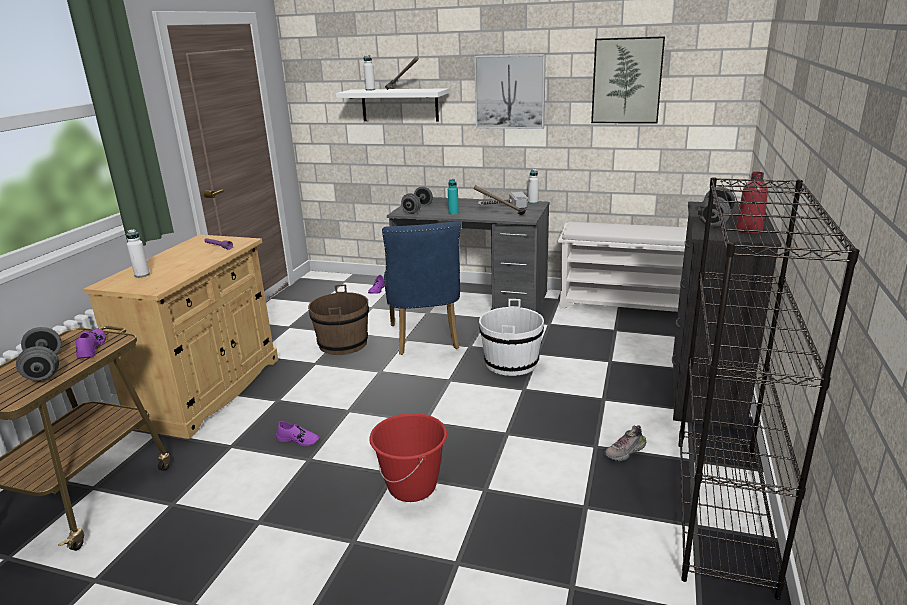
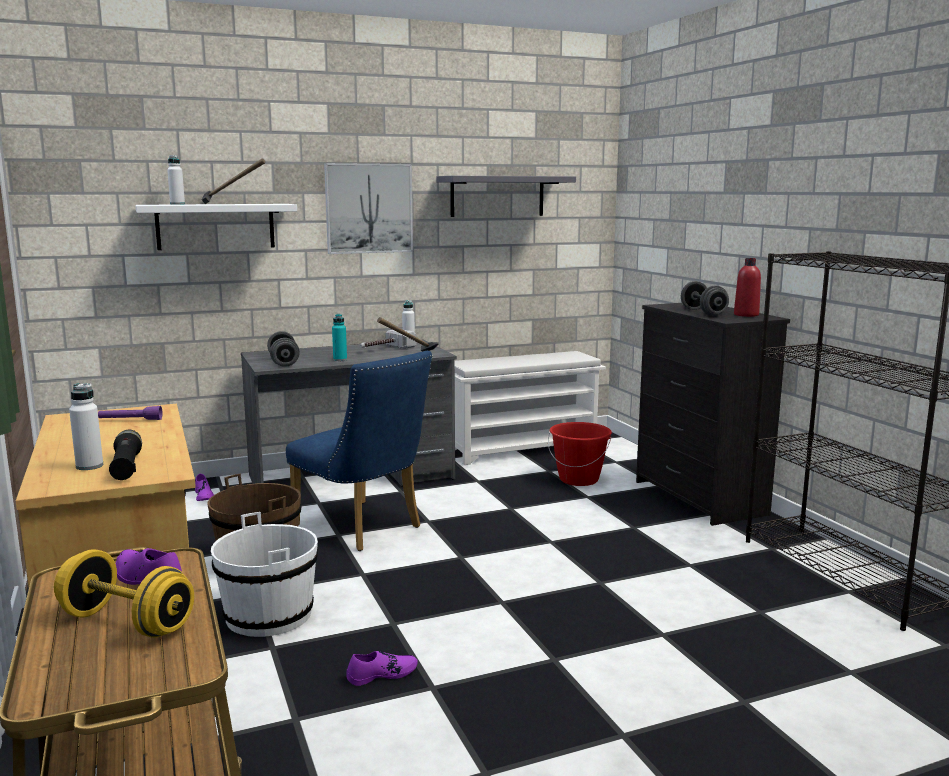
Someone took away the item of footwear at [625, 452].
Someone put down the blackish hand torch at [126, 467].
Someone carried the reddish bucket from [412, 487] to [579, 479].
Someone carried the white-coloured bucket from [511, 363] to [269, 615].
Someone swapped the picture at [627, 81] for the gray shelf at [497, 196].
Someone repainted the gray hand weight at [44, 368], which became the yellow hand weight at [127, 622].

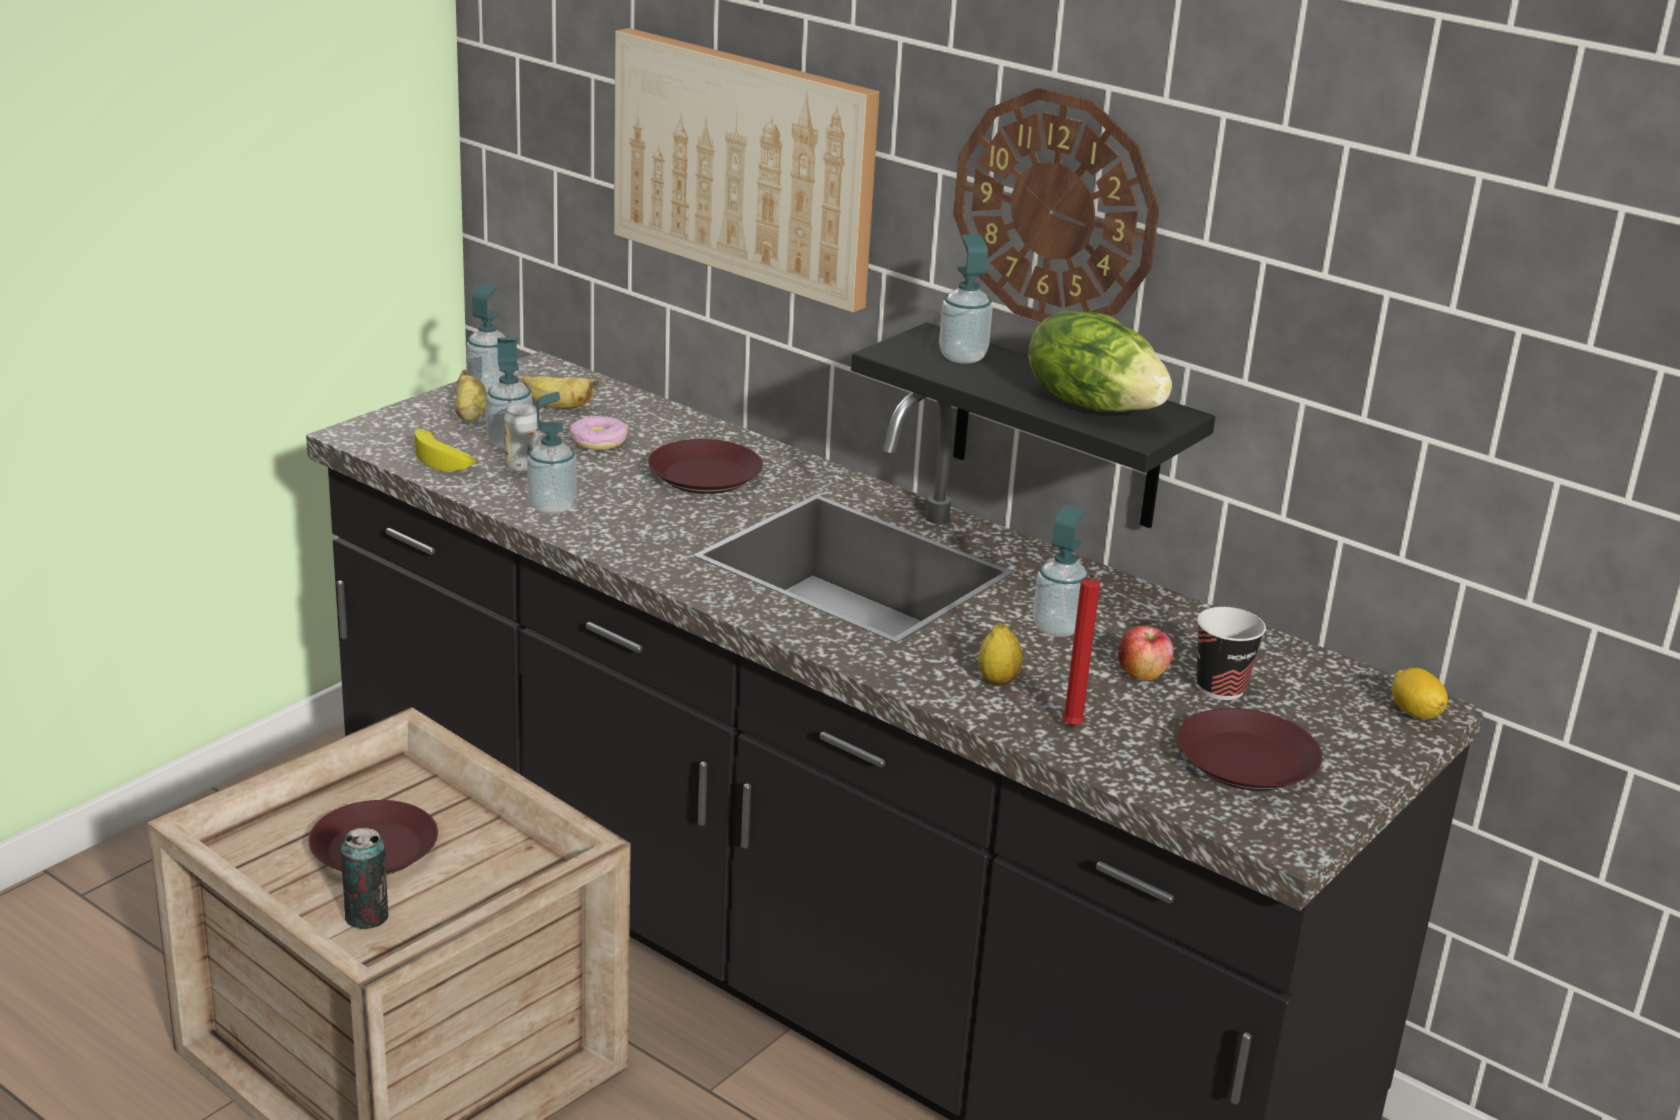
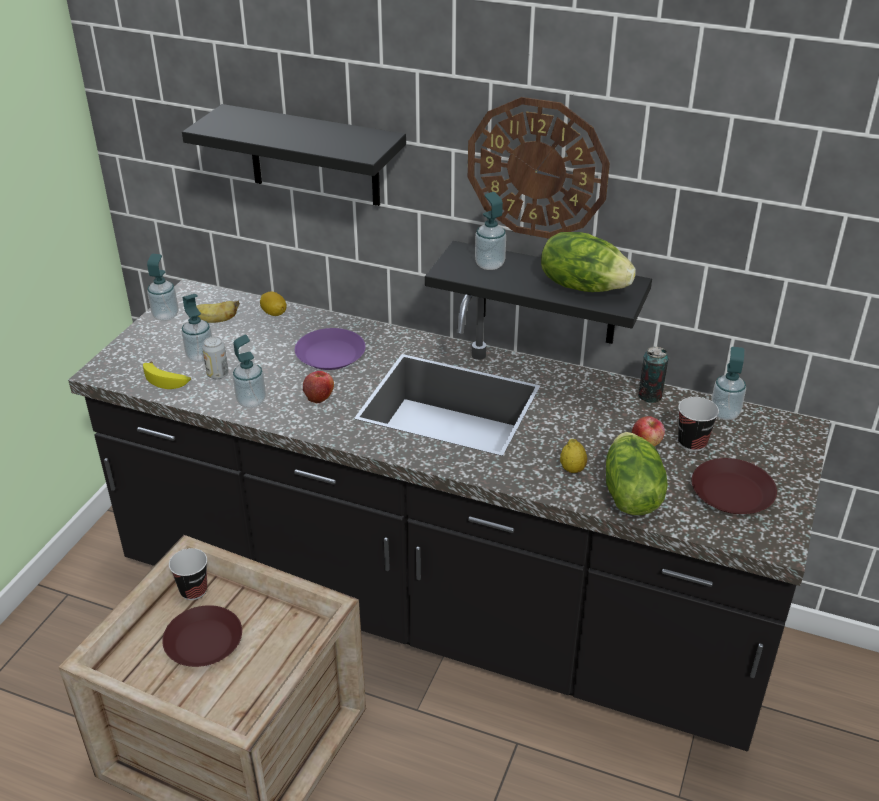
Someone took away the whole banana at [469, 416].
Someone took away the donut at [599, 442].
Someone put down the drinking cup at [193, 590].
Someone put down the whole apple at [319, 396].
Someone carried the sealed can from [366, 917] to [650, 396].
Someone carried the soap bottle from [1057, 628] to [724, 413].
Someone carried the citrus fruit from [1414, 713] to [274, 313].
Someone swapped the picture at [745, 165] for the blackish shelf at [314, 156].
Someone swapped the reddish wax candle at [1071, 729] for the lettuce head at [629, 494].
Someone repainted the brown flat dish at [706, 476], which became the purplish flat dish at [331, 355].

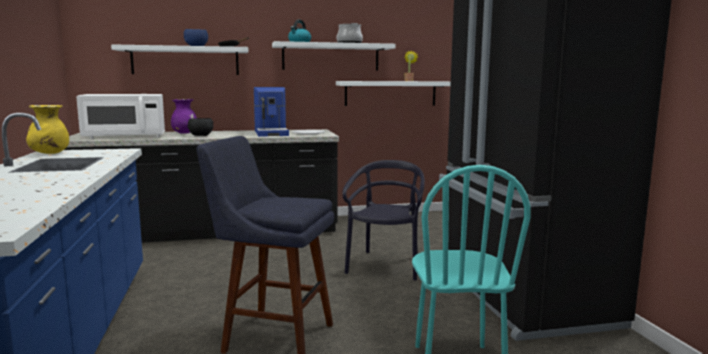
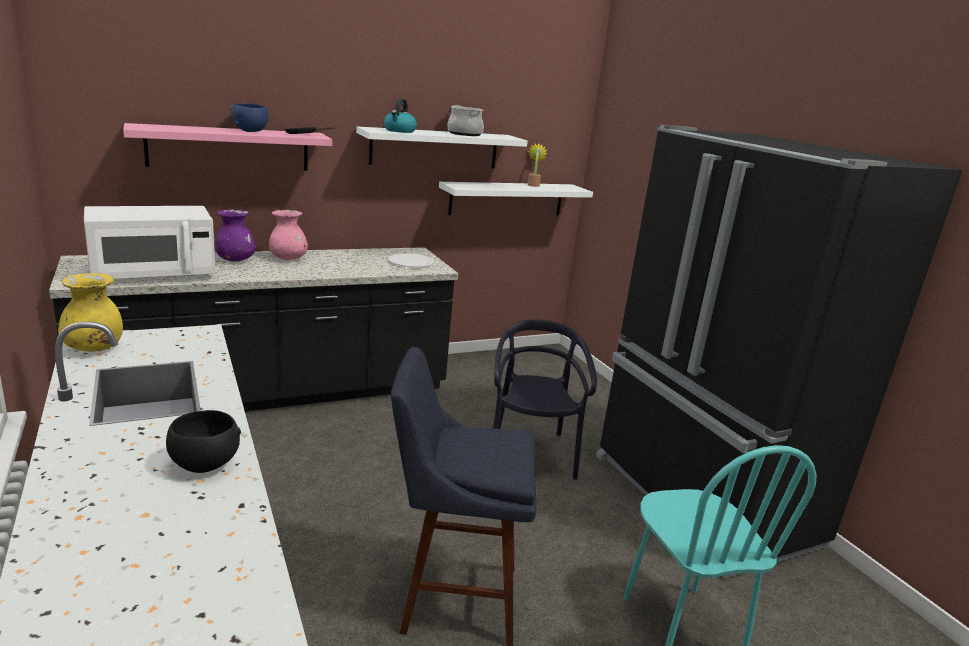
Someone took away the coffee brewer at [272, 133].
Someone put down the pink-coloured decorative vase at [288, 259].
Someone carried the blackish bowl from [200, 136] to [203, 464].
Someone repainted the white-coloured shelf at [185, 61], which became the pink-coloured shelf at [229, 148].

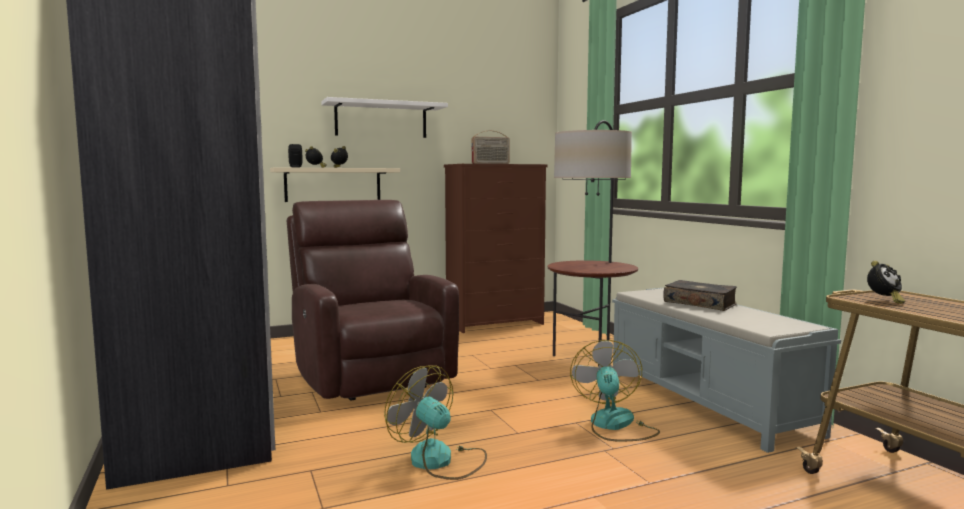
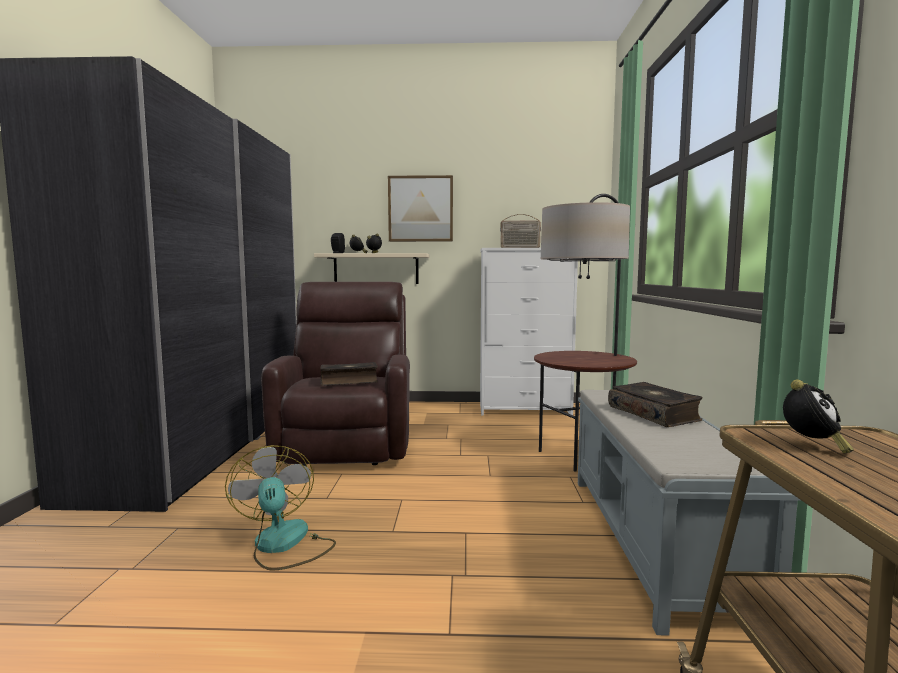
Someone took away the electric fan at [614, 425].
Someone put down the book at [349, 381].
Someone swapped the white-coloured shelf at [381, 120] for the picture at [420, 209].
Someone repainted the brown drawer chest at [496, 323], which became the white-coloured drawer chest at [525, 409].
Someone rotated the bedside clock at [884, 301] by 45 degrees counterclockwise.

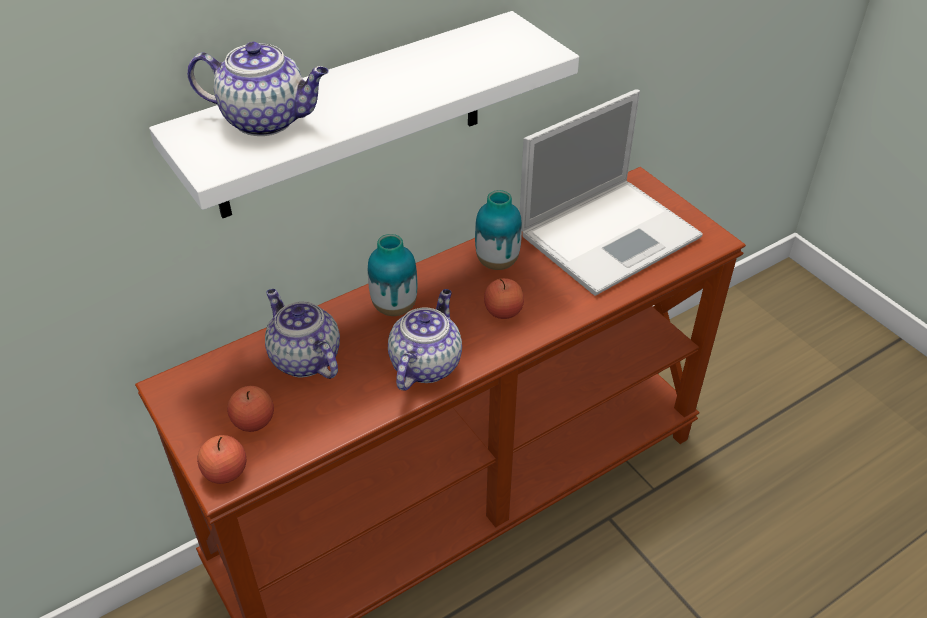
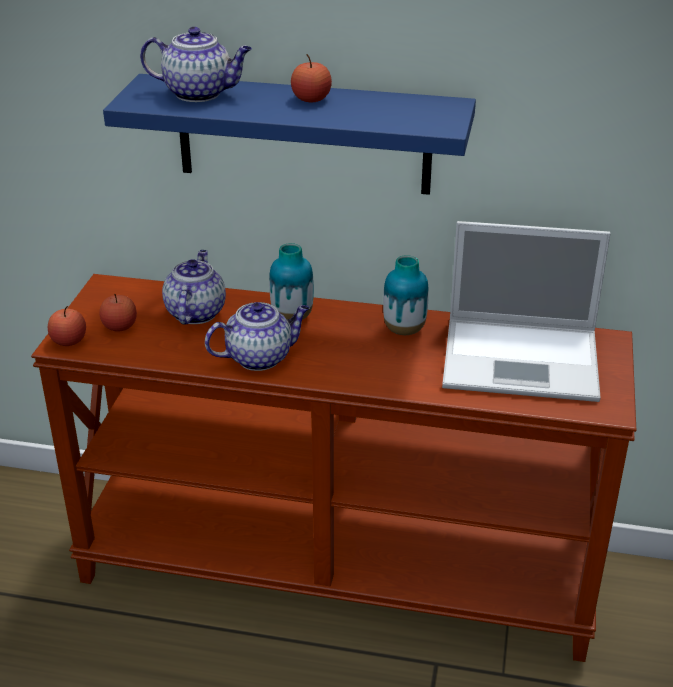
Someone carried the whole apple from [503, 311] to [311, 99].
Someone repainted the white-coloured shelf at [351, 117], which became the blue shelf at [303, 134].
Someone rotated the tea pot at [267, 120] by 45 degrees counterclockwise.

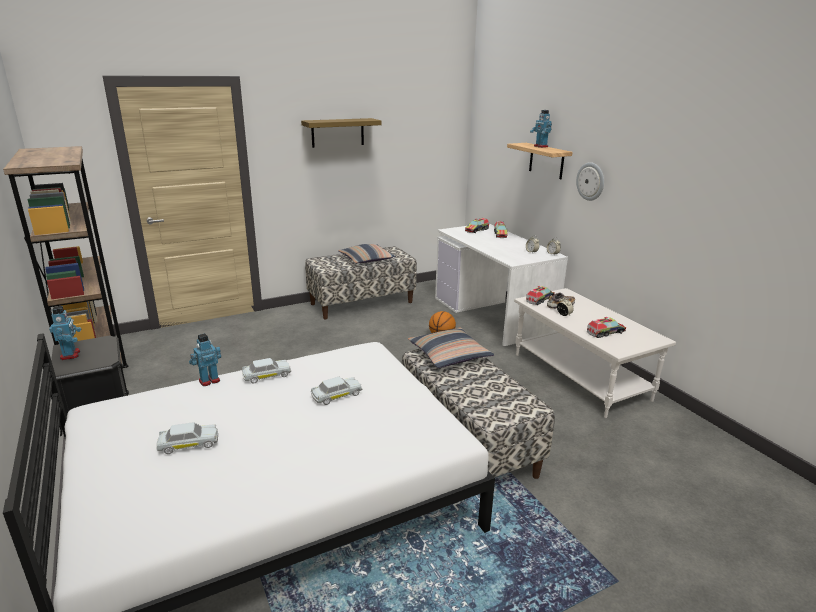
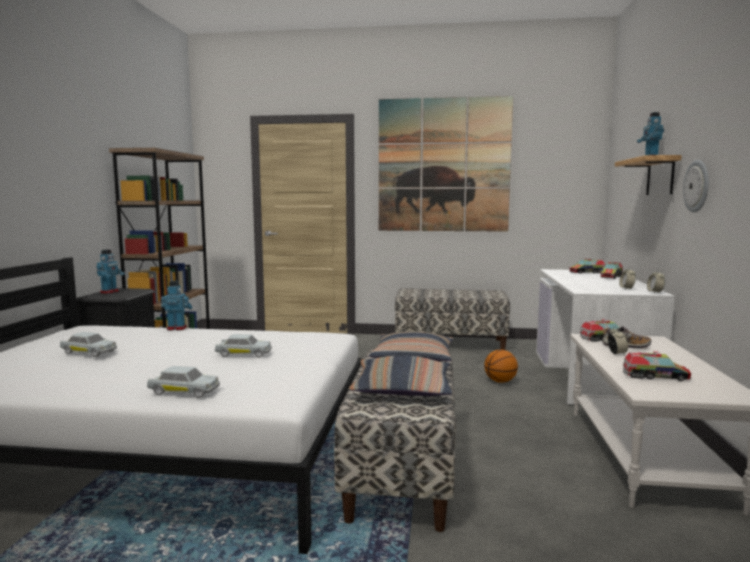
Someone carried the white-coloured miniature car from [267, 376] to [184, 391].
Someone carried the pillow from [366, 260] to [402, 389].
Someone swapped the shelf at [337, 132] for the picture at [443, 165].

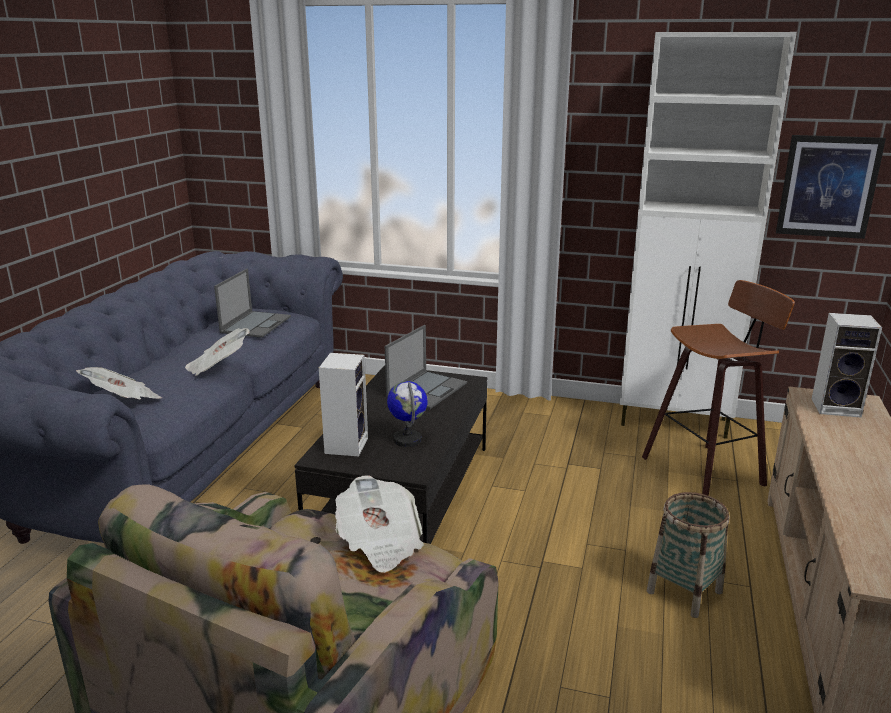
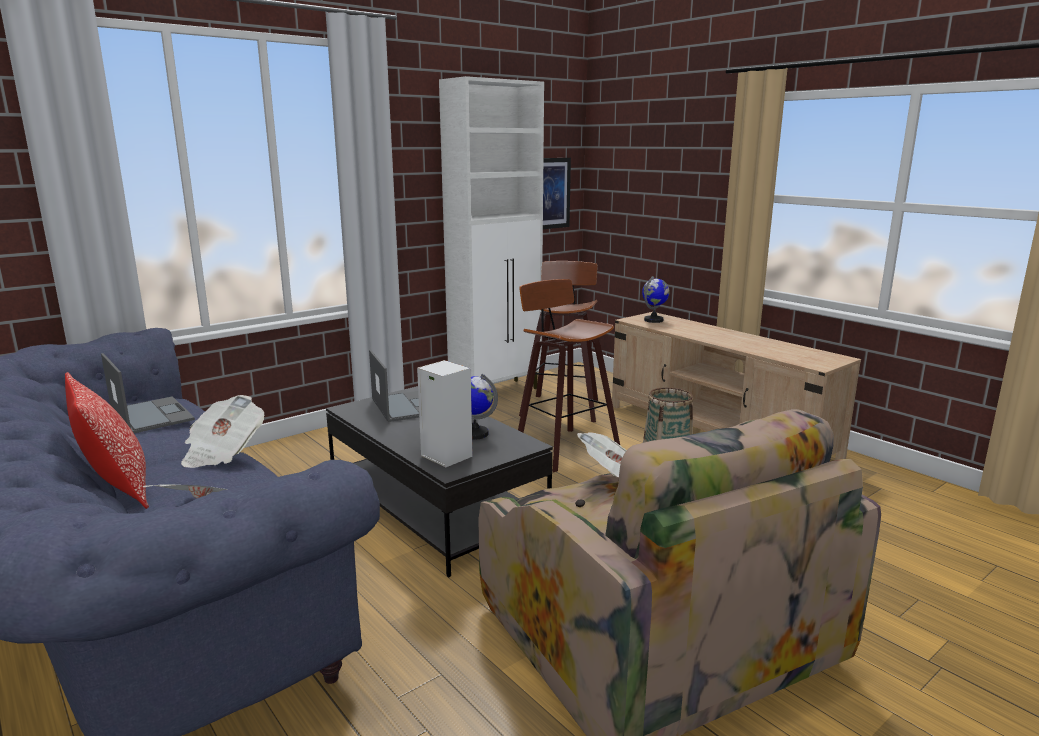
Someone put down the pillow at [117, 489].
Someone put down the sitting stool at [563, 448].
Someone swapped the audio speaker at [837, 407] for the desk globe at [654, 320].

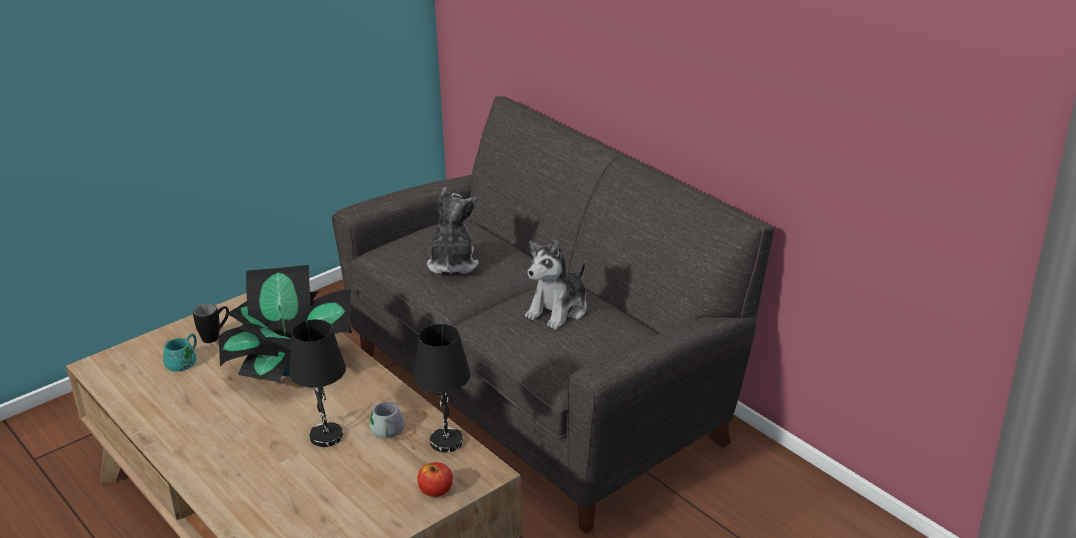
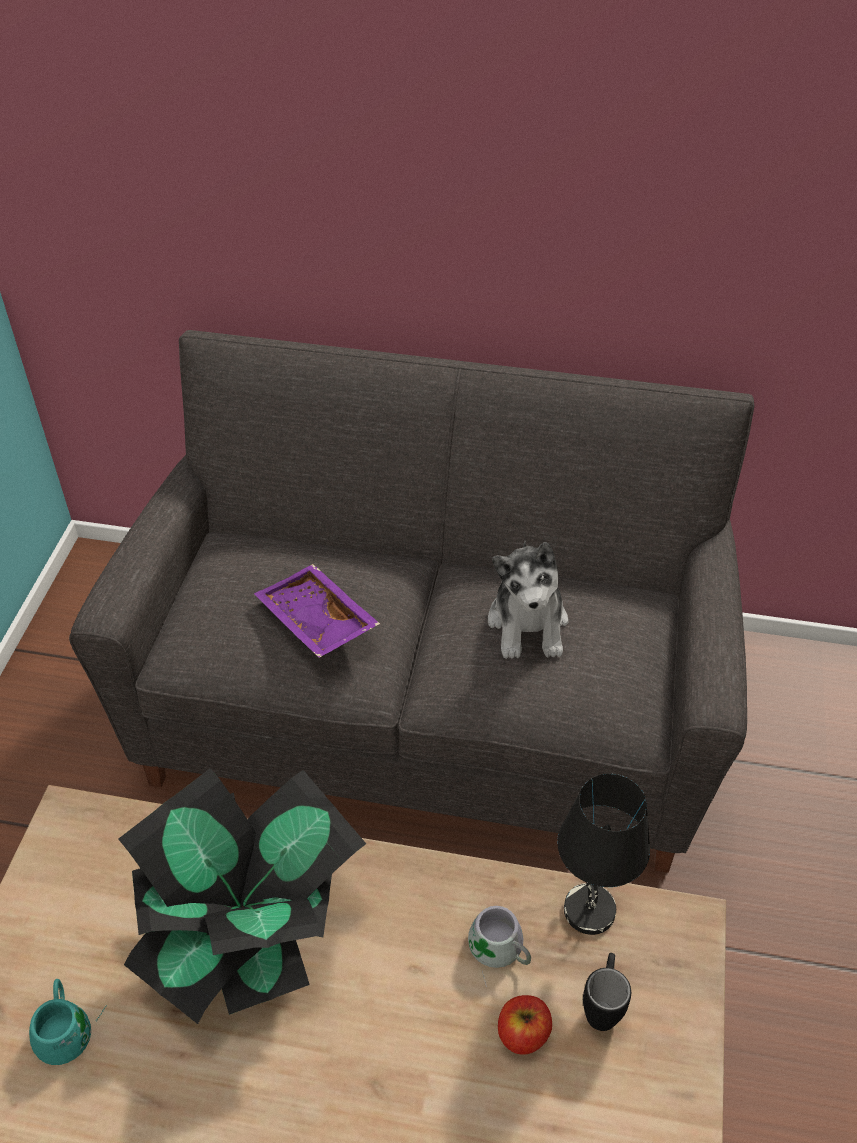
Someone took away the blackish lamp for a table at [325, 435].
Someone carried the blackish coffee mug from [215, 336] to [602, 1005].
Someone carried the whole apple from [436, 490] to [522, 1034].
Someone swapped the cuddly toy at [452, 263] for the purplish serving tray at [314, 622].

